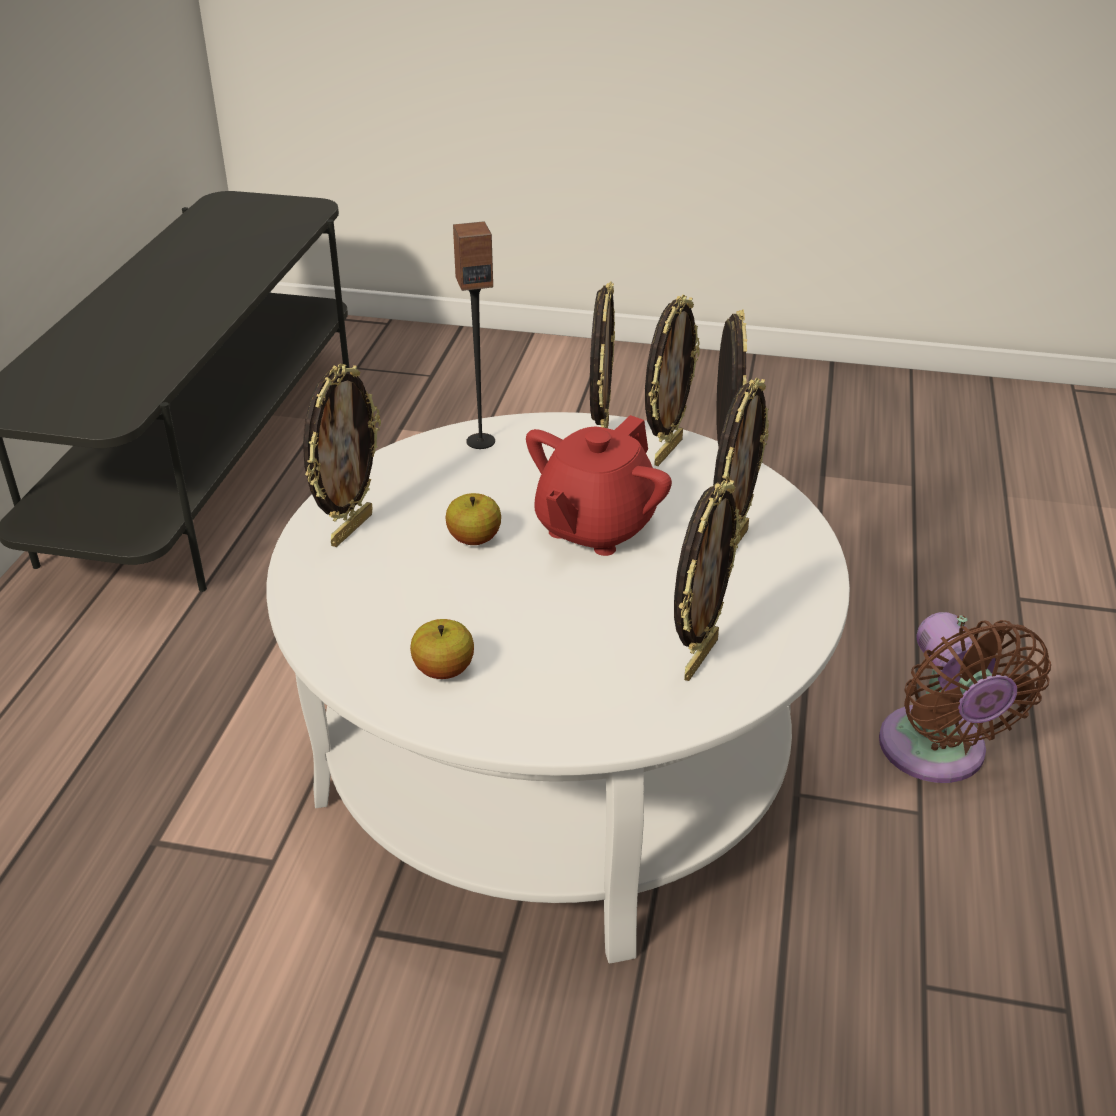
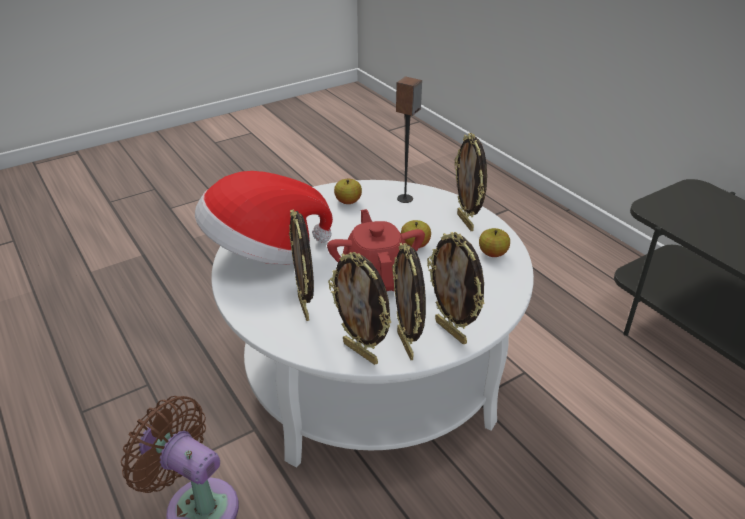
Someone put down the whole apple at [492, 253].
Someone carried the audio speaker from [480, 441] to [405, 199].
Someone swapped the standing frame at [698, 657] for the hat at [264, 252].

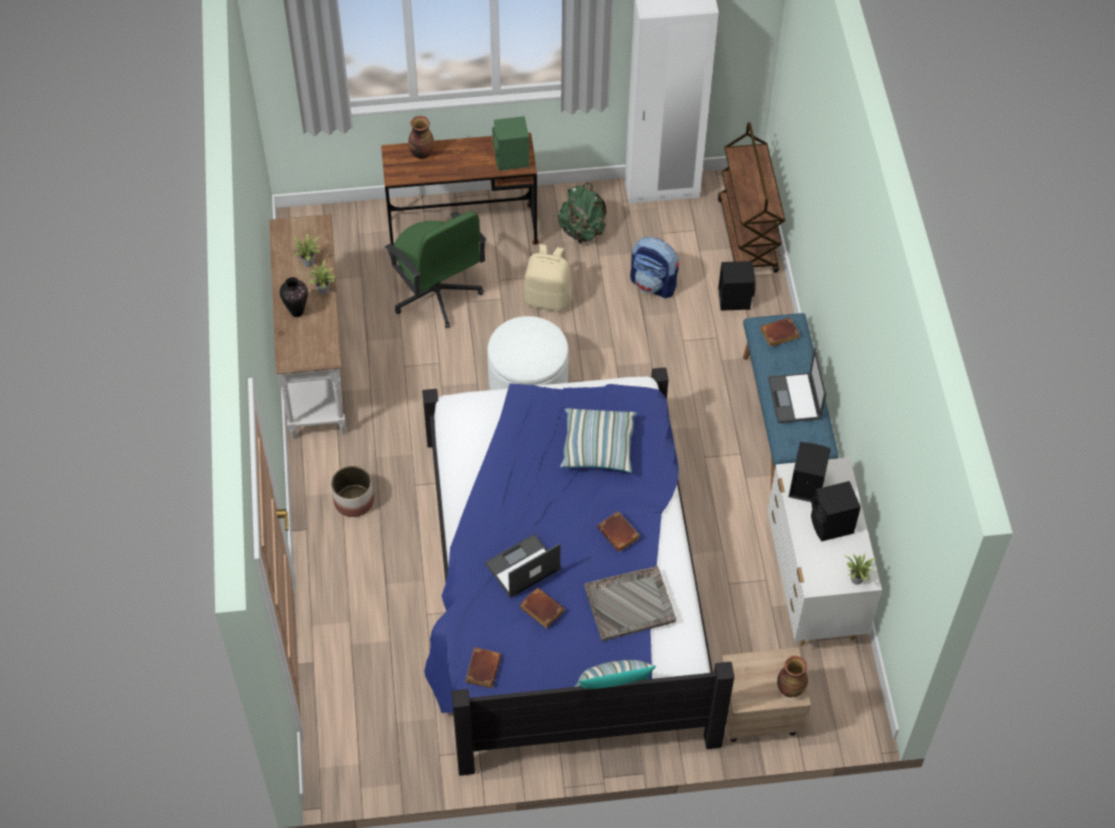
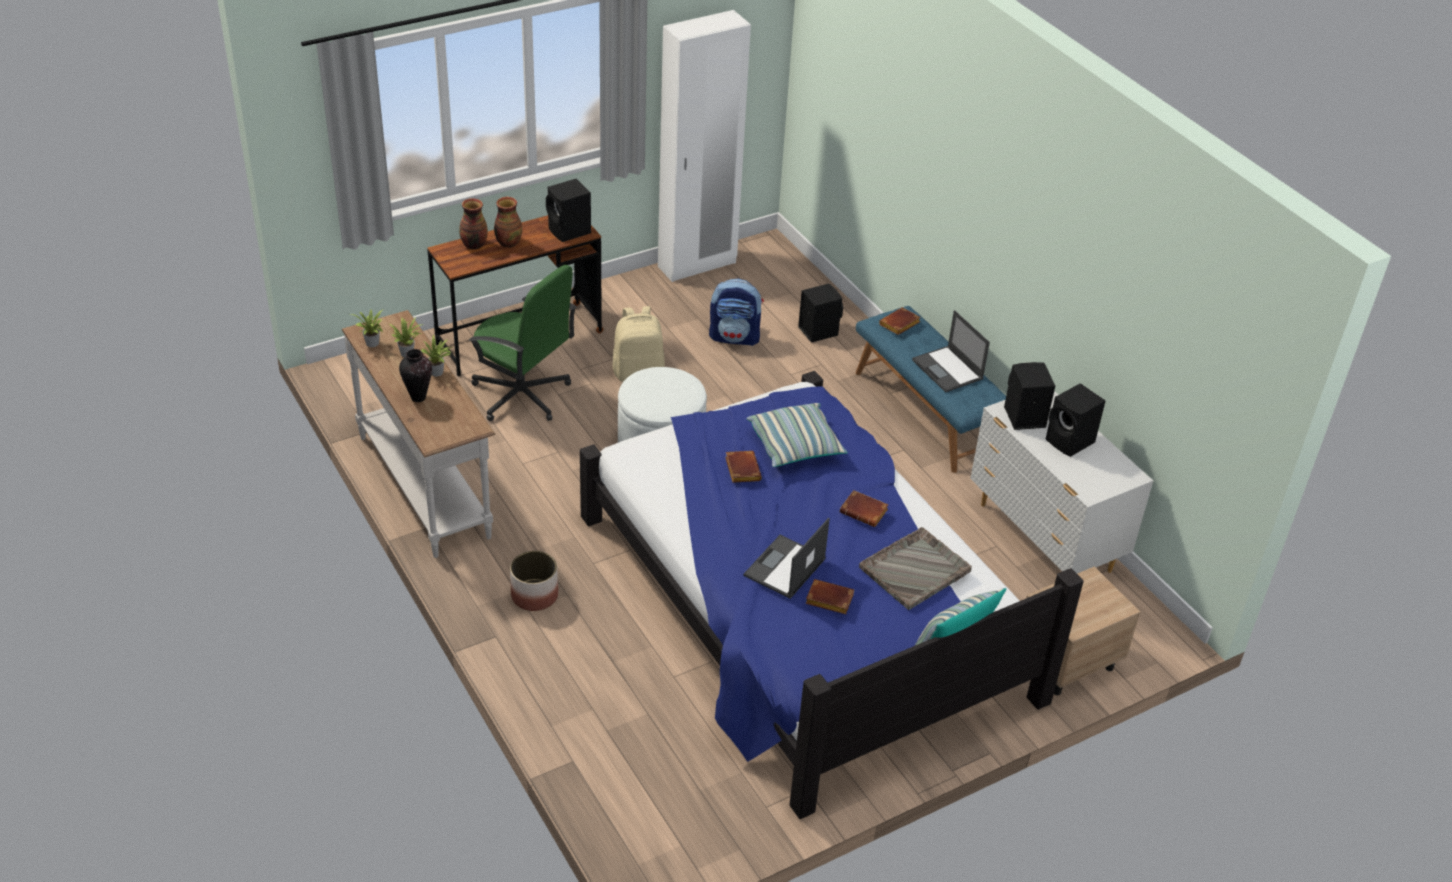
Someone took away the greenish rucksack at [582, 230].
Someone took away the brown wheeled cart at [748, 236].
Someone carried the brown book from [482, 668] to [741, 469].
Someone carried the decorative vase from [790, 688] to [508, 242].
Someone carried the houseplant from [856, 580] to [372, 344].
Someone repainted the greenish audio speaker at [511, 160], which became the blackish audio speaker at [569, 231].

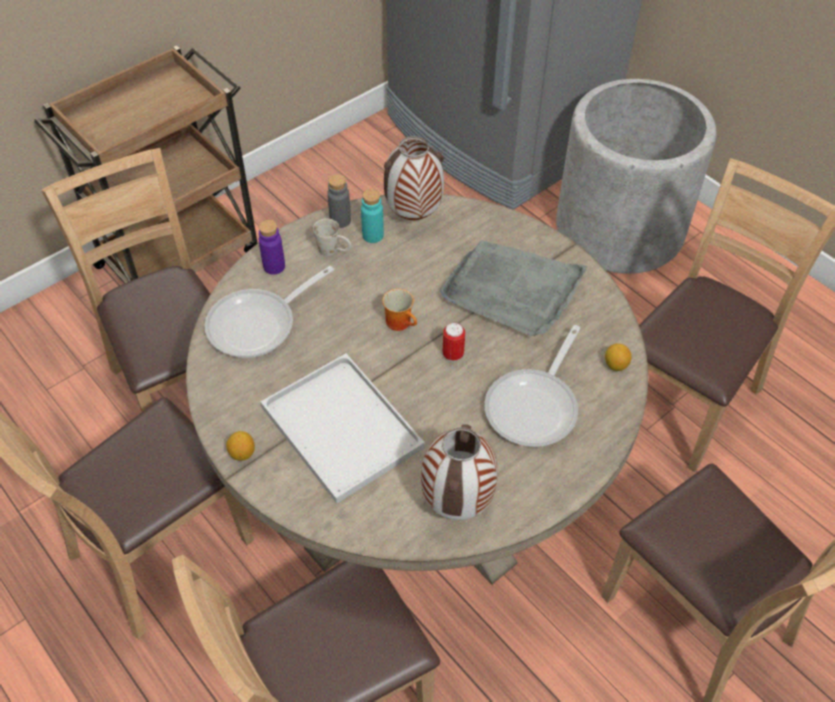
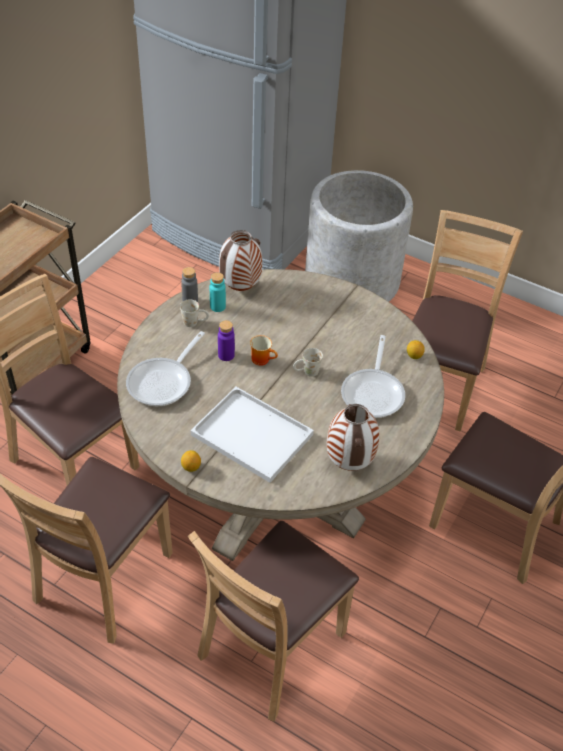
Someone took away the gray serving tray at [512, 290].
Someone carried the purplish drink bottle from [274, 266] to [226, 355].
Someone swapped the sealed can at [453, 354] for the white-coloured coffee mug at [306, 372].

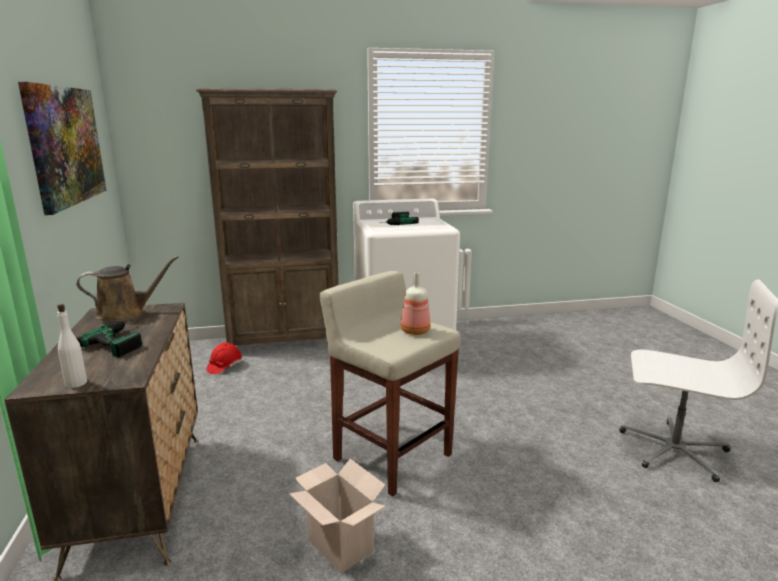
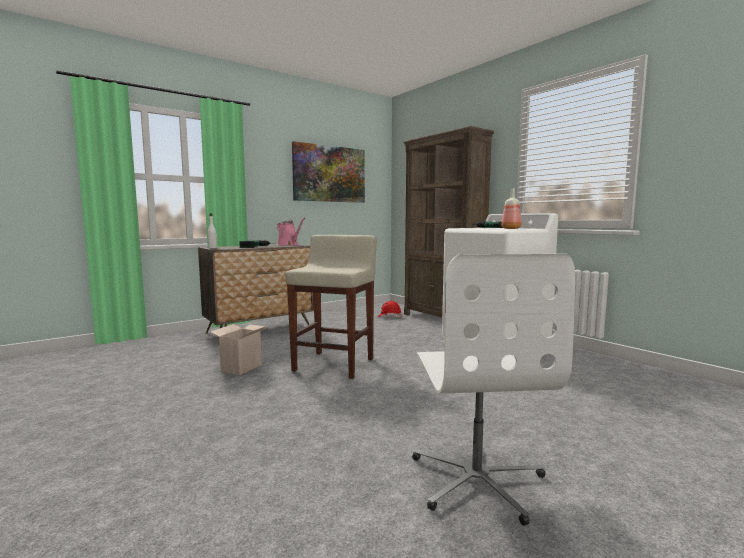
Someone carried the drink bottle from [414, 331] to [510, 228].
Someone repainted the brown sprinkling can at [125, 313], which became the pink-coloured sprinkling can at [289, 245].

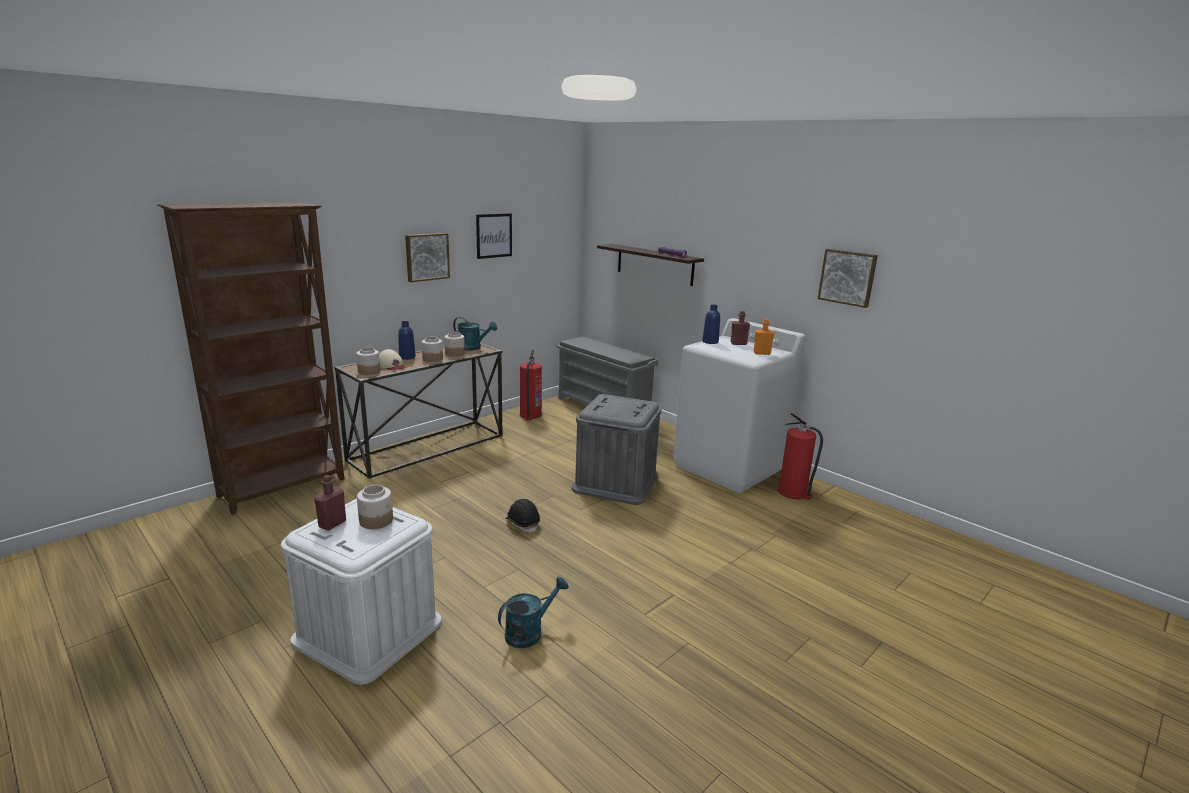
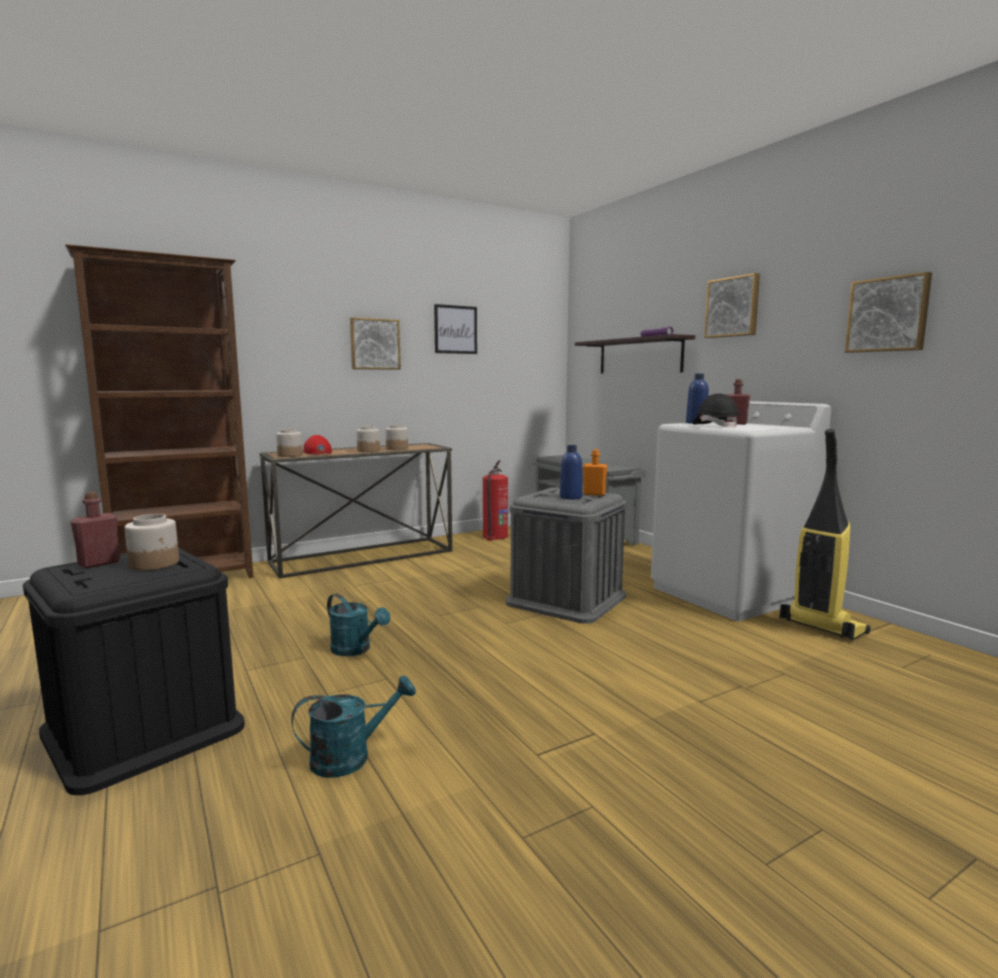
Someone put up the picture at [733, 307].
Someone carried the blue drink bottle from [407, 357] to [570, 497].
Someone carried the blue-green sprinkling can from [473, 348] to [356, 650].
Someone carried the blackish safety helmet from [522, 523] to [715, 426].
Someone carried the orange drink bottle from [761, 353] to [594, 494].
Someone swapped the fire-fighting cylinder at [793, 493] for the vacuum cleaner at [821, 626].
Someone repainted the white-coloured storage container at [368, 631], which became the blackish storage container at [143, 729].
Someone repainted the beige baseball cap at [391, 365], which became the reddish baseball cap at [318, 452].

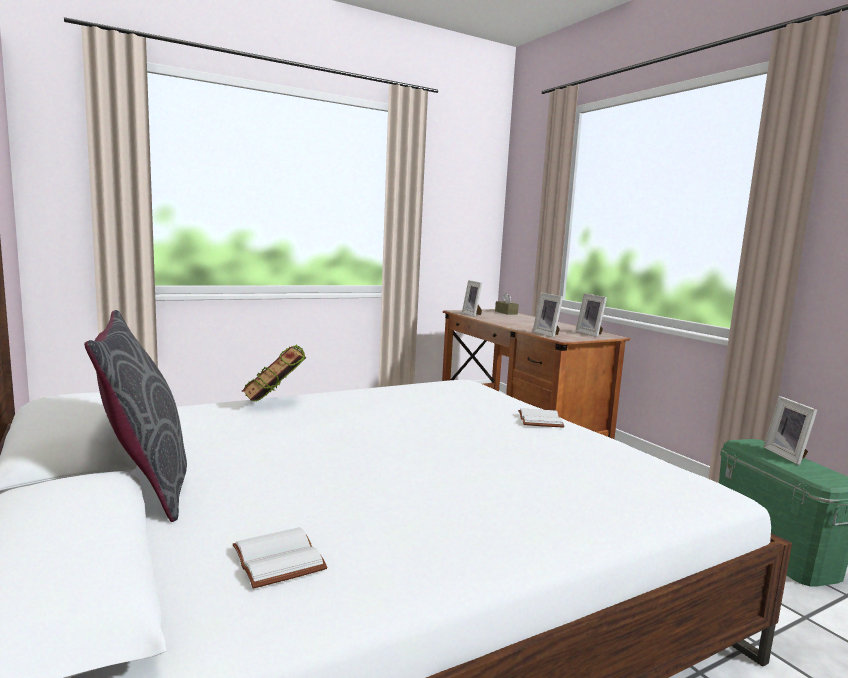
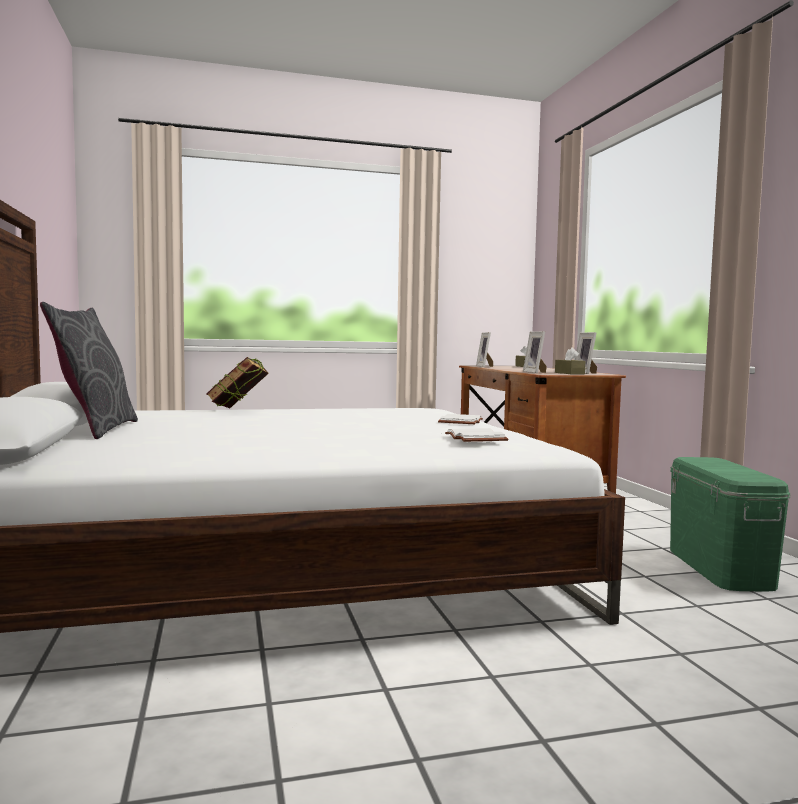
Someone took away the standing frame at [788, 456].
Someone put down the brown tissue holder at [569, 373].
Someone carried the white-coloured book from [281, 559] to [477, 438].

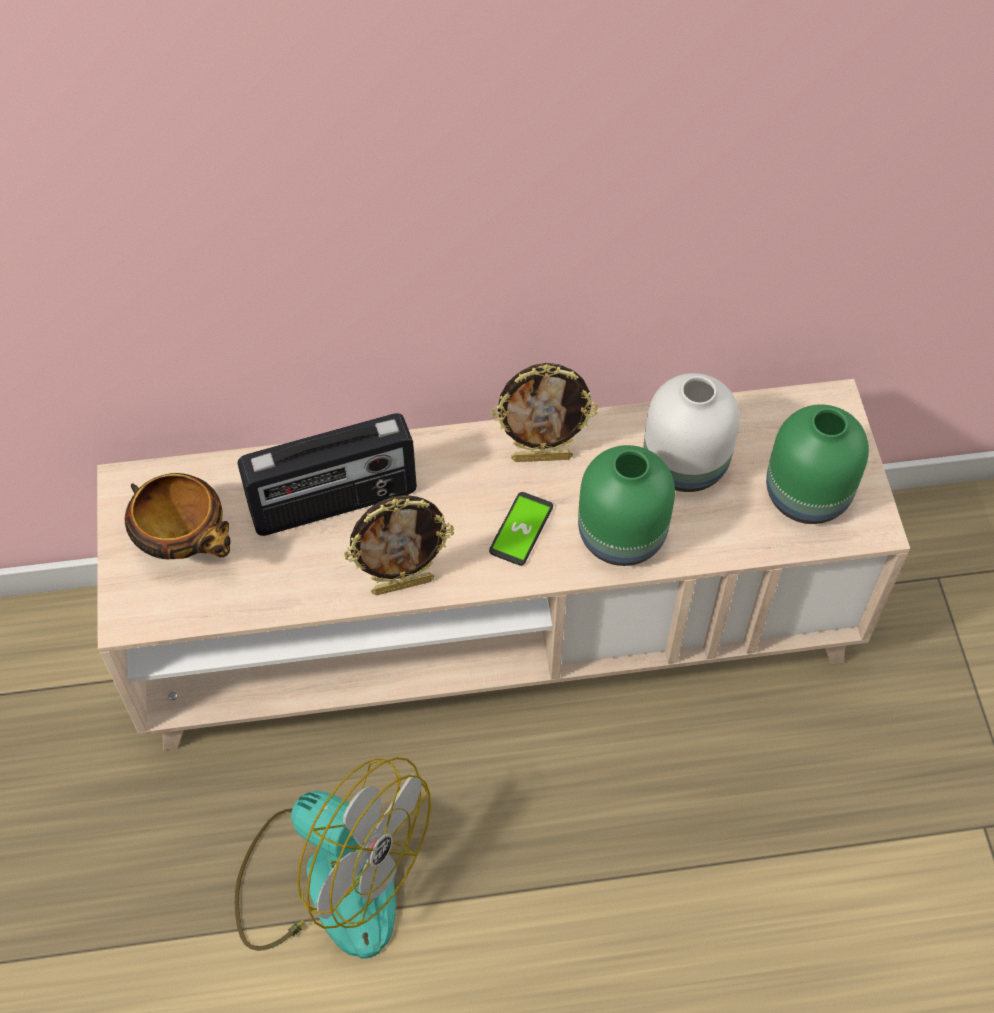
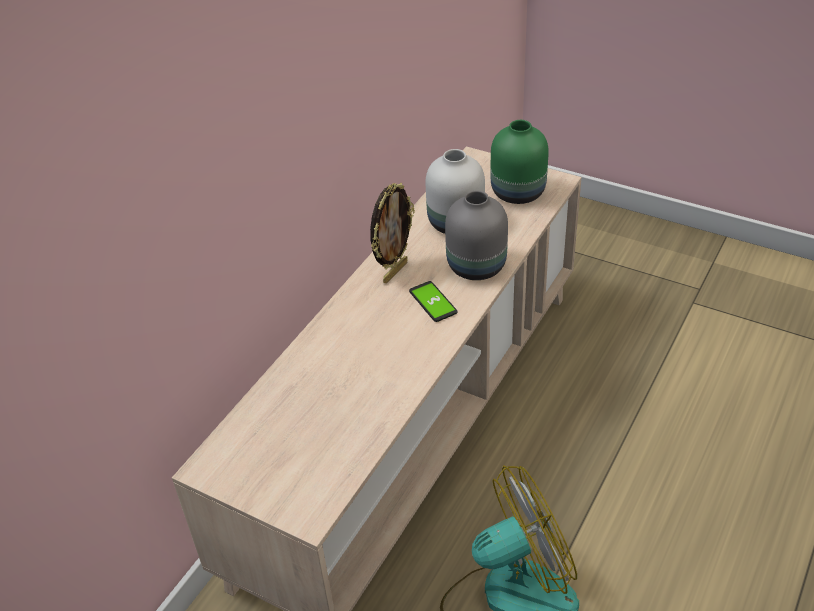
Someone took away the bowl at [186, 544].
Someone took away the radio at [334, 503].
Someone took away the standing frame at [403, 584].
Someone repainted the greenish decorative vase at [619, 536], which became the gray decorative vase at [476, 267].

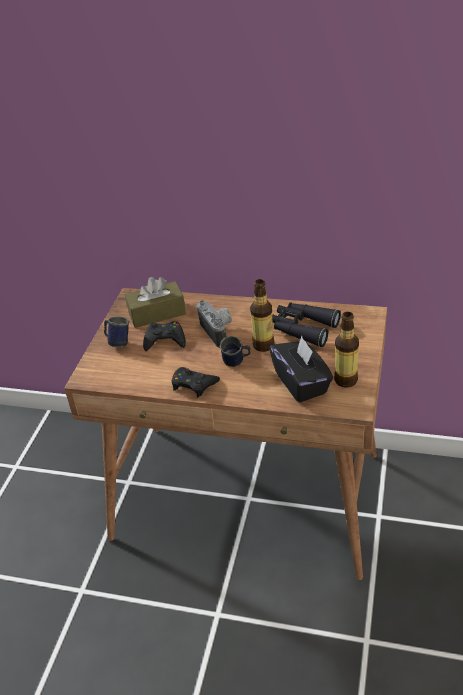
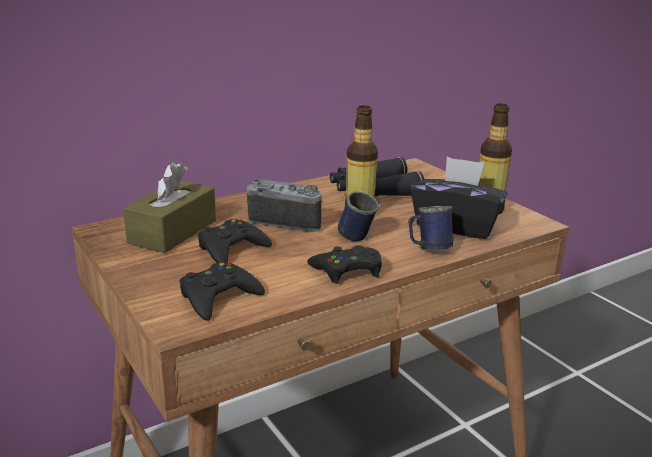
Someone put down the blackish gamepad at [218, 297].
Someone carried the blue coffee mug from [118, 342] to [428, 249].

